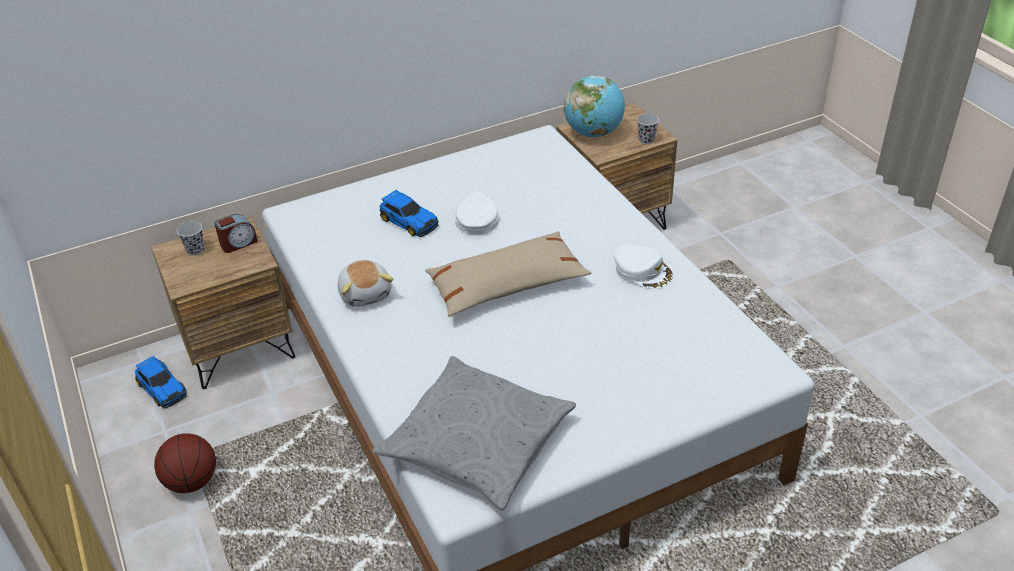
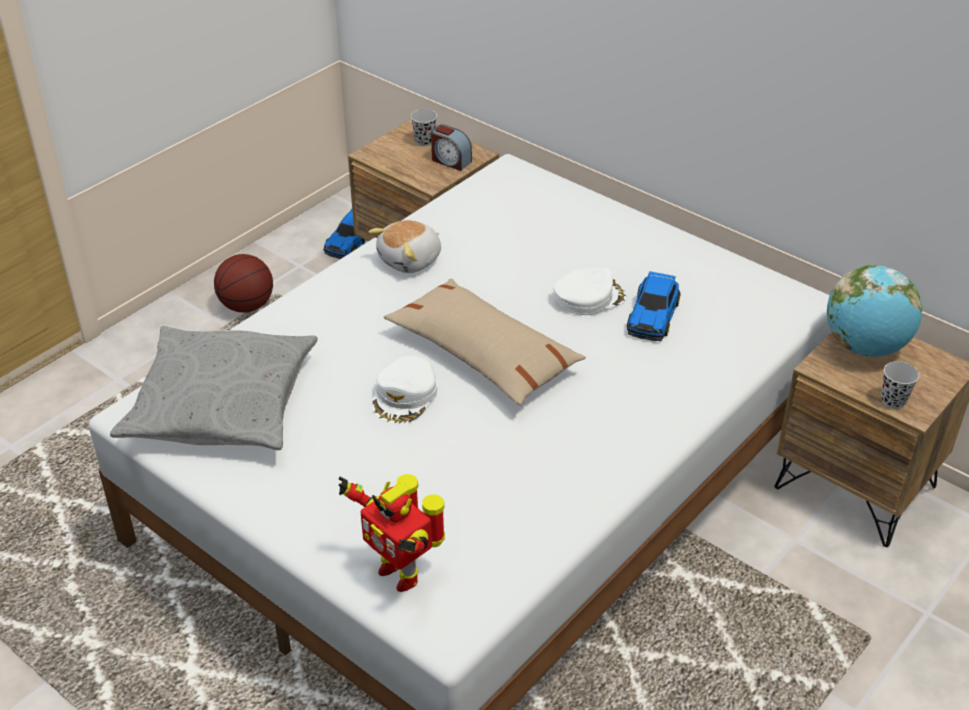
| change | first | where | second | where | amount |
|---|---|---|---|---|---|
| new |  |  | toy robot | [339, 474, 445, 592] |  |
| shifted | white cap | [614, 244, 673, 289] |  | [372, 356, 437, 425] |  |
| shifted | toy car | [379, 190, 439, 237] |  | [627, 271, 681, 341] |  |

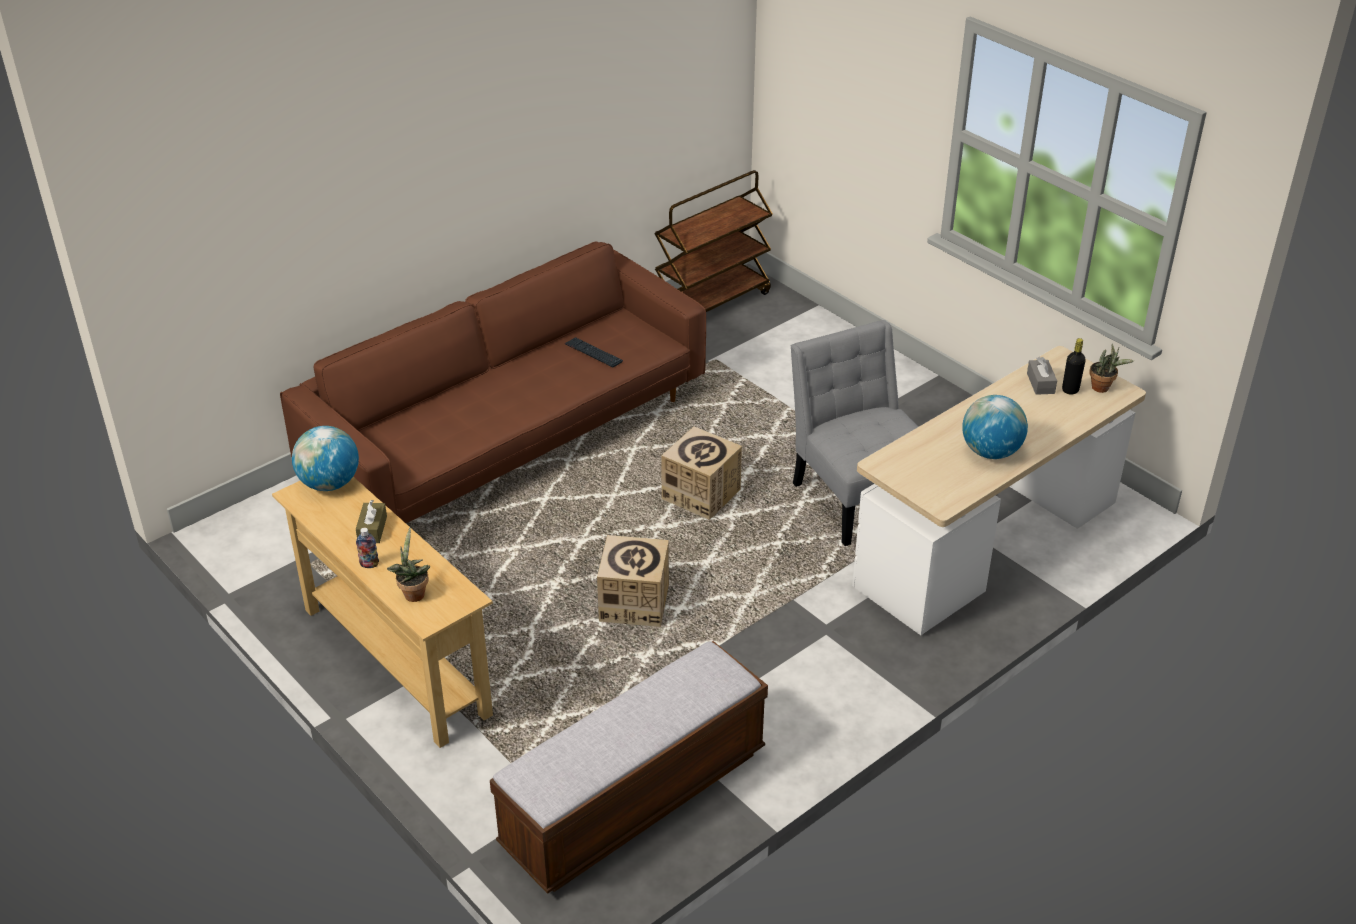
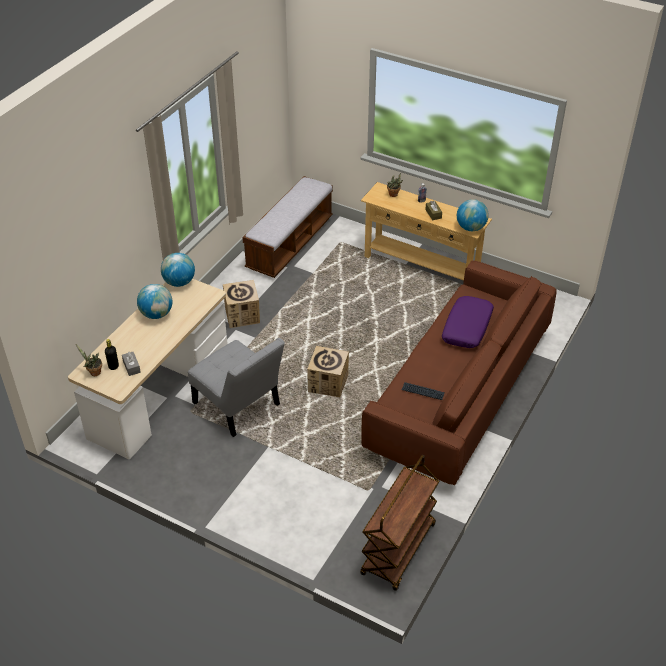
| change | first | where | second | where | amount |
|---|---|---|---|---|---|
| new |  |  | globe | [161, 253, 195, 287] |  |
| shifted | cardboard box | [597, 535, 669, 627] |  | [223, 280, 260, 328] |  |
| new |  |  | purple pillow | [442, 296, 494, 348] |  |

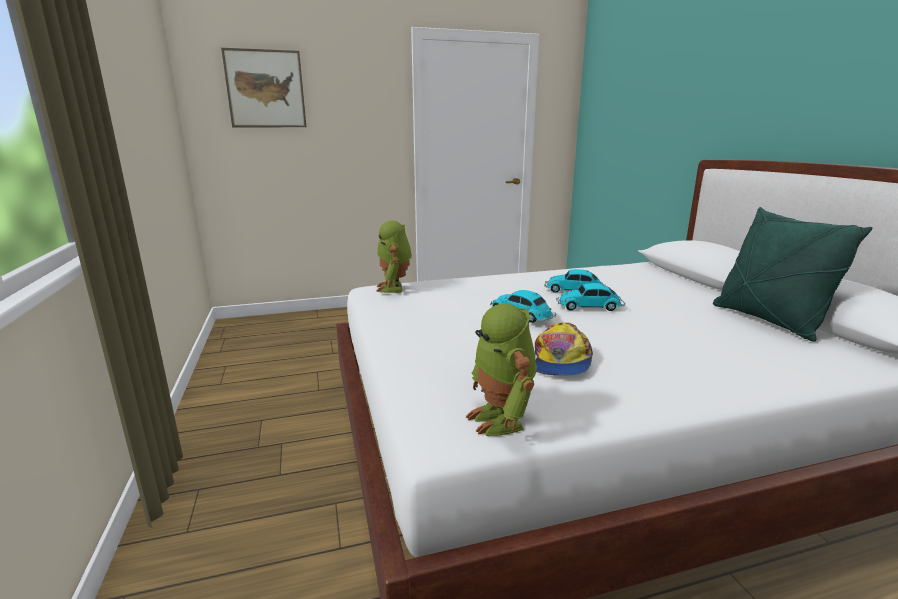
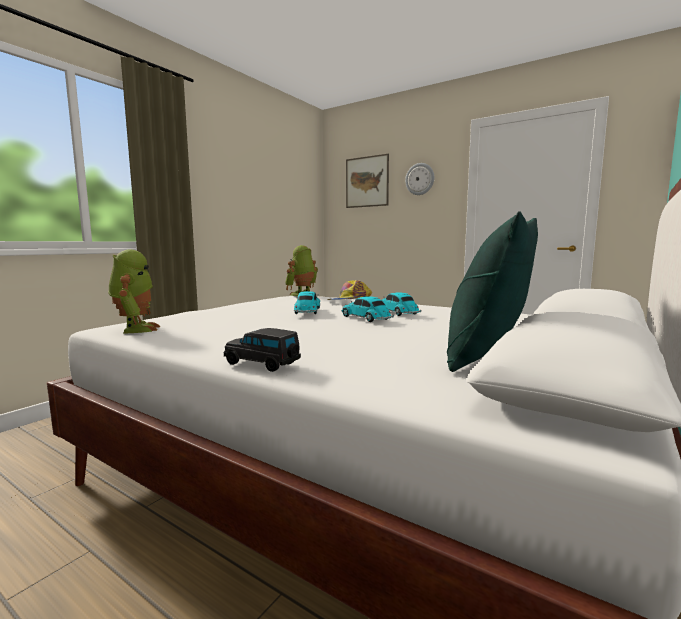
| change | first | where | second | where | amount |
|---|---|---|---|---|---|
| rotated | toy robot | [466, 304, 536, 436] |  | [108, 249, 160, 334] | 135 degrees clockwise |
| new |  |  | black toy car | [224, 328, 301, 372] |  |
| shifted | cap | [535, 322, 593, 376] |  | [327, 280, 372, 300] |  |
| new |  |  | wall clock | [405, 163, 434, 195] |  |

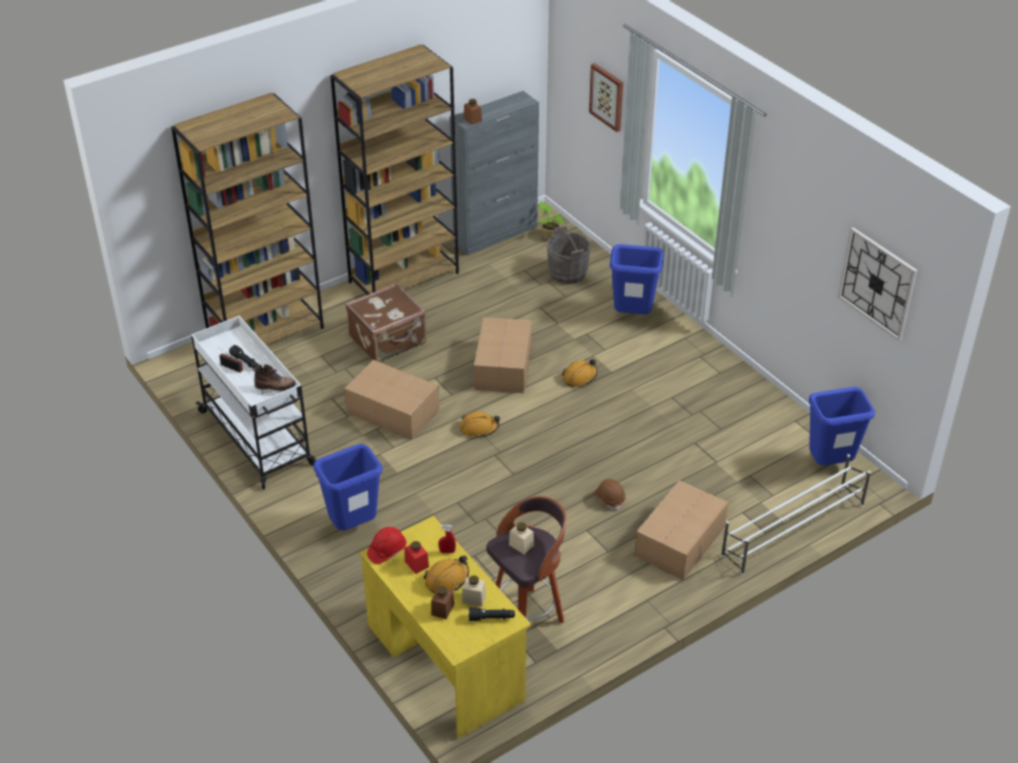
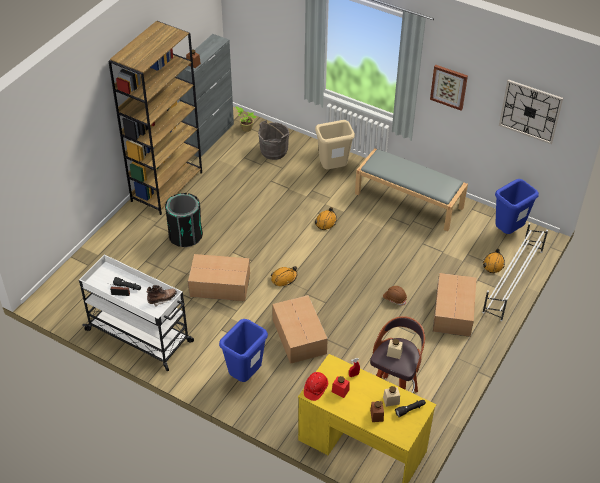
| change | first | where | second | where | amount |
|---|---|---|---|---|---|
| swapped | brown suitcase | [346, 283, 426, 362] | black trash can | [165, 193, 203, 247] |  |
| shifted | cardboard box | [474, 317, 532, 393] |  | [272, 295, 328, 364] |  |
| repainted | blue trash can | [610, 244, 663, 314] | beige trash can | [315, 120, 355, 169] |  |
| new |  |  | grey bench | [355, 148, 468, 231] |  |
| shifted | picture | [589, 63, 623, 132] |  | [430, 65, 468, 111] |  |
| shifted | orange hard hat | [423, 555, 469, 594] |  | [483, 249, 505, 273] |  |
| gone | brown bookcase | [171, 93, 324, 345] |  |  |  |

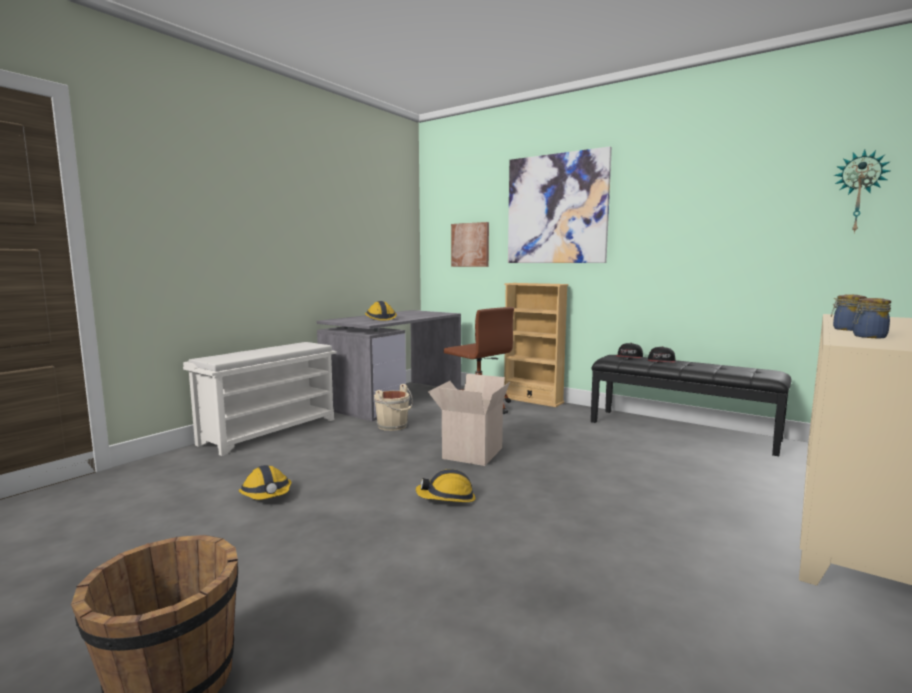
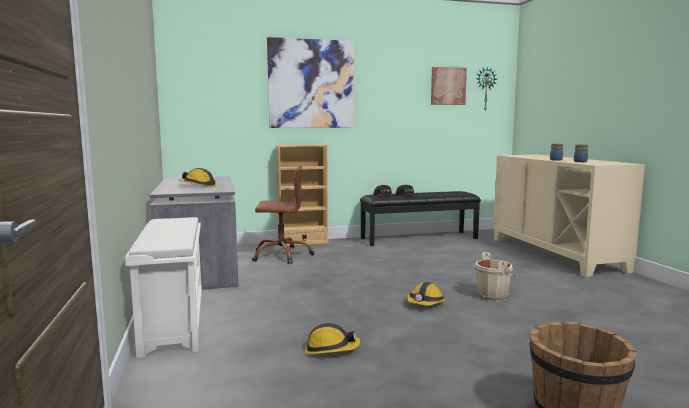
| change | first | where | second | where | amount |
|---|---|---|---|---|---|
| shifted | picture | [451, 222, 489, 267] |  | [431, 67, 467, 105] |  |
| shifted | beige bucket | [374, 384, 413, 431] |  | [474, 252, 515, 302] |  |
| gone | cardboard box | [428, 374, 510, 466] |  |  |  |

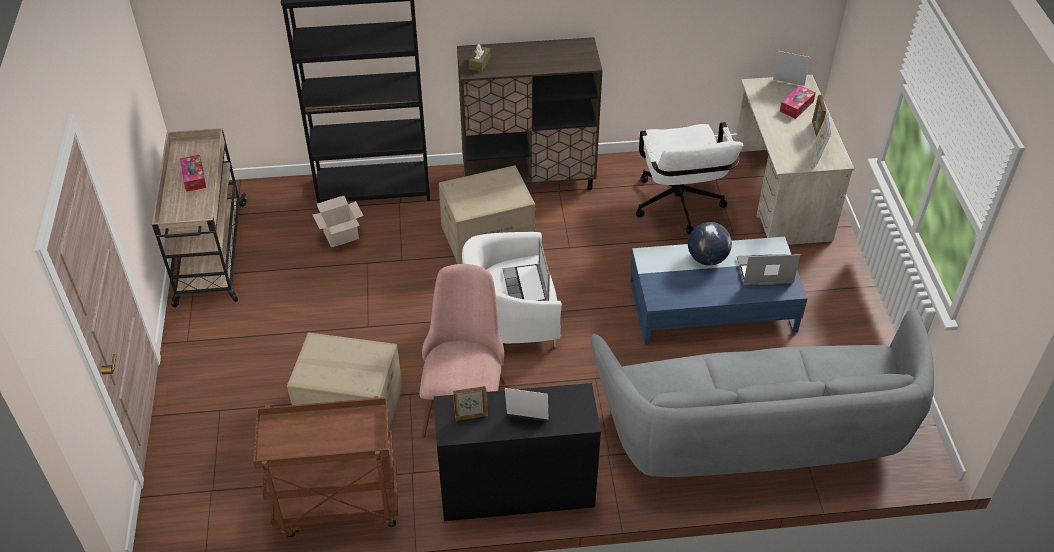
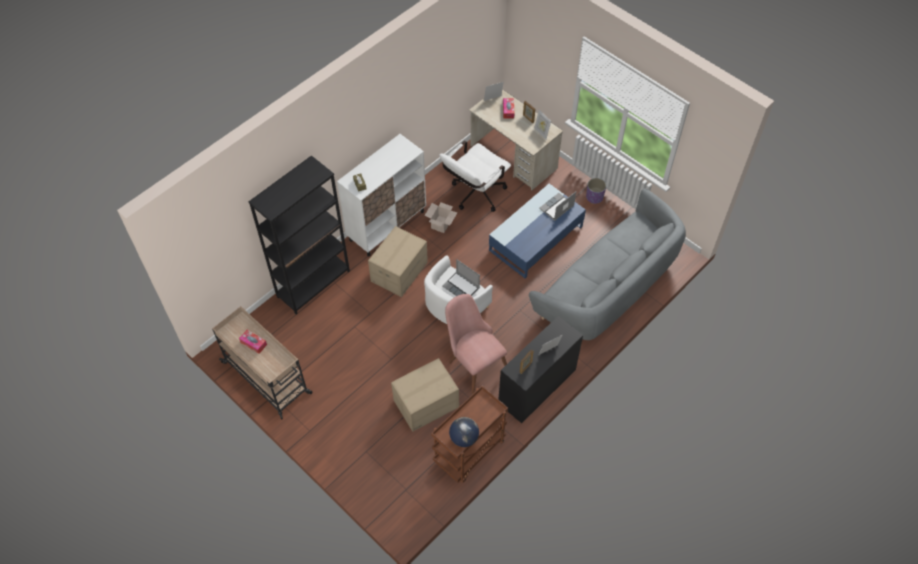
| change | first | where | second | where | amount |
|---|---|---|---|---|---|
| repainted | brown cabinet | [457, 37, 603, 190] | white cabinet | [337, 134, 426, 257] |  |
| shifted | cardboard box | [312, 196, 364, 248] |  | [424, 202, 457, 233] |  |
| rotated | white office chair | [636, 122, 743, 234] |  | [439, 141, 511, 212] | 90 degrees clockwise |
| shifted | globe | [688, 222, 732, 266] |  | [449, 417, 479, 447] |  |
| new |  |  | purple planter | [586, 178, 606, 204] |  |

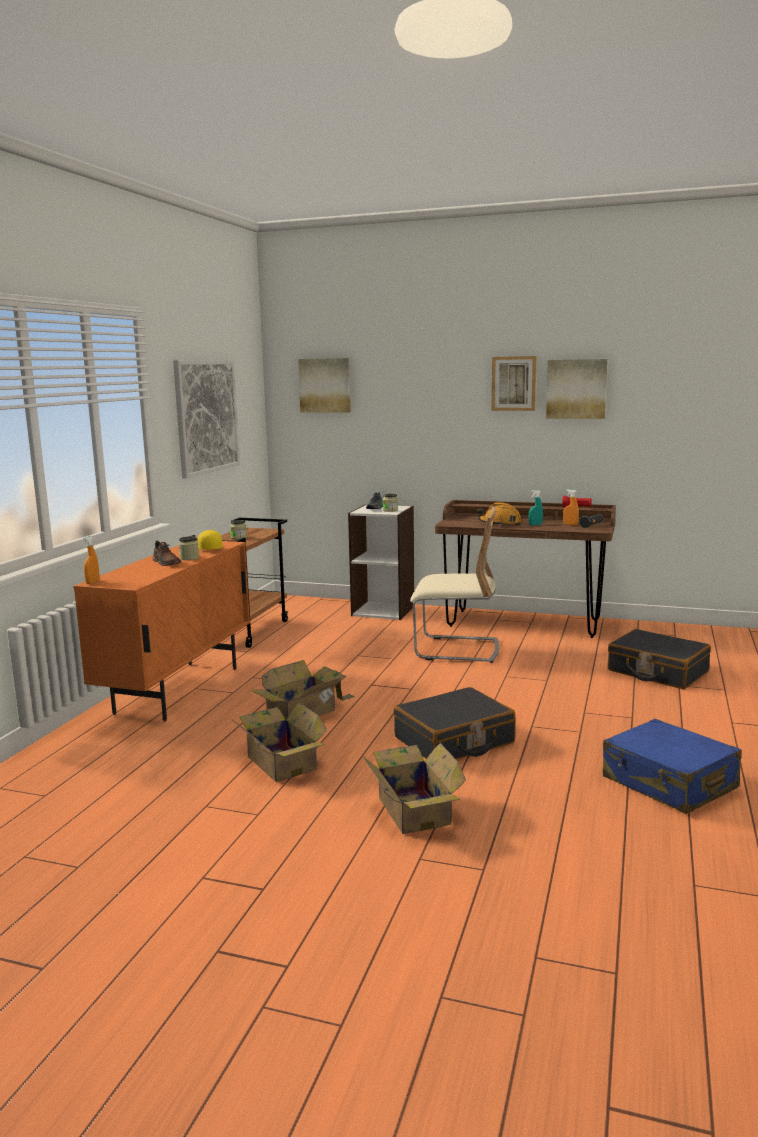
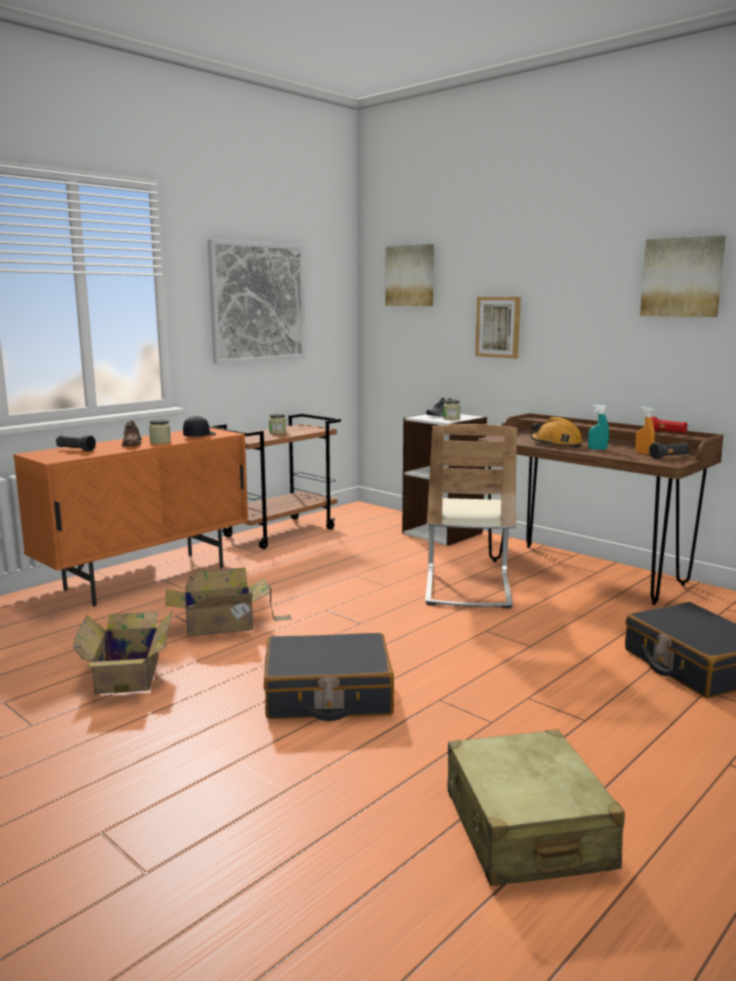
| change | first | where | second | where | amount |
|---|---|---|---|---|---|
| new |  |  | black flashlight | [56, 435, 96, 452] |  |
| repainted | yellow cap | [198, 530, 223, 550] | black cap | [183, 416, 216, 437] |  |
| rotated | beige chair | [410, 507, 499, 663] |  | [425, 424, 517, 608] | 60 degrees clockwise |
| repainted | blue suitcase | [603, 719, 742, 814] | beige suitcase | [448, 729, 625, 886] |  |
| shifted | picture | [491, 356, 537, 411] |  | [475, 297, 521, 359] |  |
| gone | orange spray bottle | [83, 536, 99, 584] |  |  |  |
| gone | cardboard box | [362, 743, 466, 834] |  |  |  |

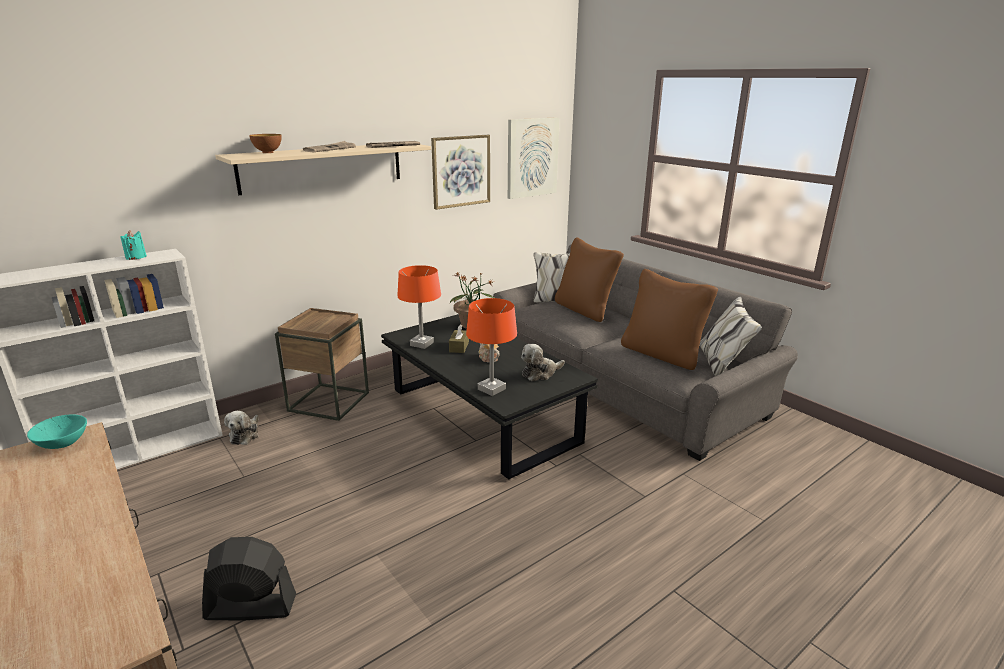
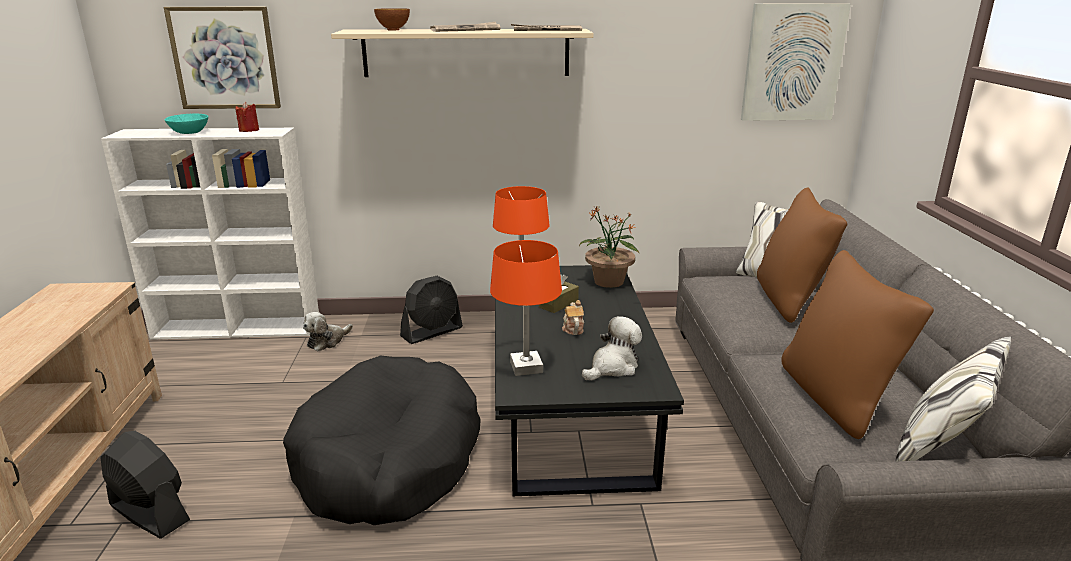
| change | first | where | second | where | amount |
|---|---|---|---|---|---|
| shifted | picture | [431, 135, 490, 210] |  | [164, 7, 281, 109] |  |
| shifted | turquoise bowl | [27, 414, 87, 449] |  | [165, 113, 208, 134] |  |
| repainted | turquoise candle | [120, 230, 147, 260] | red candle | [235, 102, 259, 132] |  |
| new |  |  | black dog bed | [283, 356, 481, 525] |  |
| swapped | brown side table | [275, 308, 369, 421] | black fan | [400, 276, 463, 344] |  |
| rotated | plush toy | [521, 344, 565, 381] |  | [582, 316, 642, 380] | 135 degrees clockwise |

